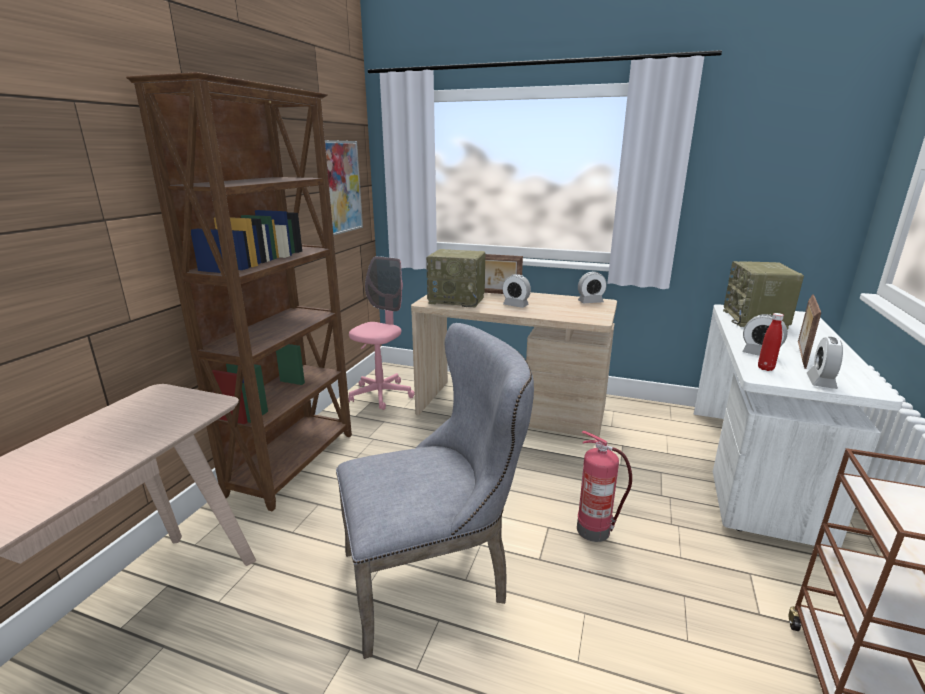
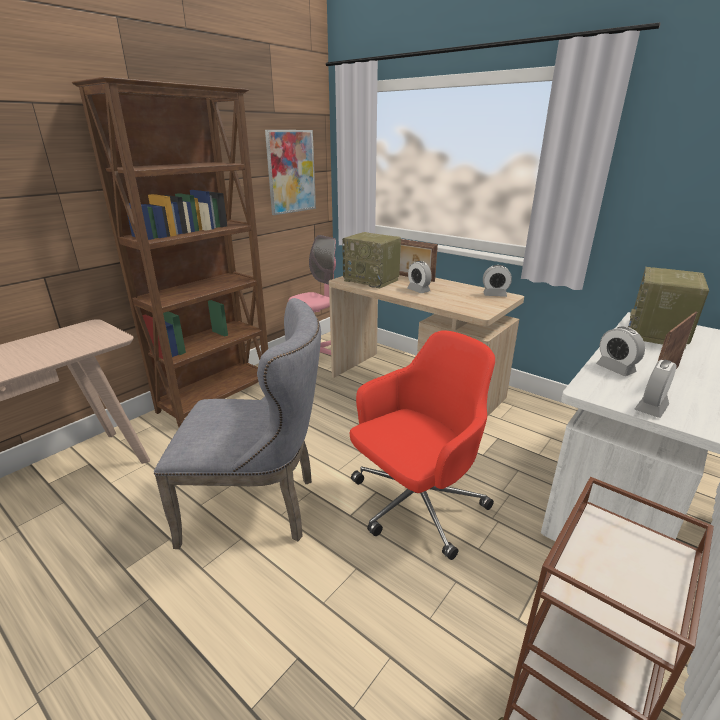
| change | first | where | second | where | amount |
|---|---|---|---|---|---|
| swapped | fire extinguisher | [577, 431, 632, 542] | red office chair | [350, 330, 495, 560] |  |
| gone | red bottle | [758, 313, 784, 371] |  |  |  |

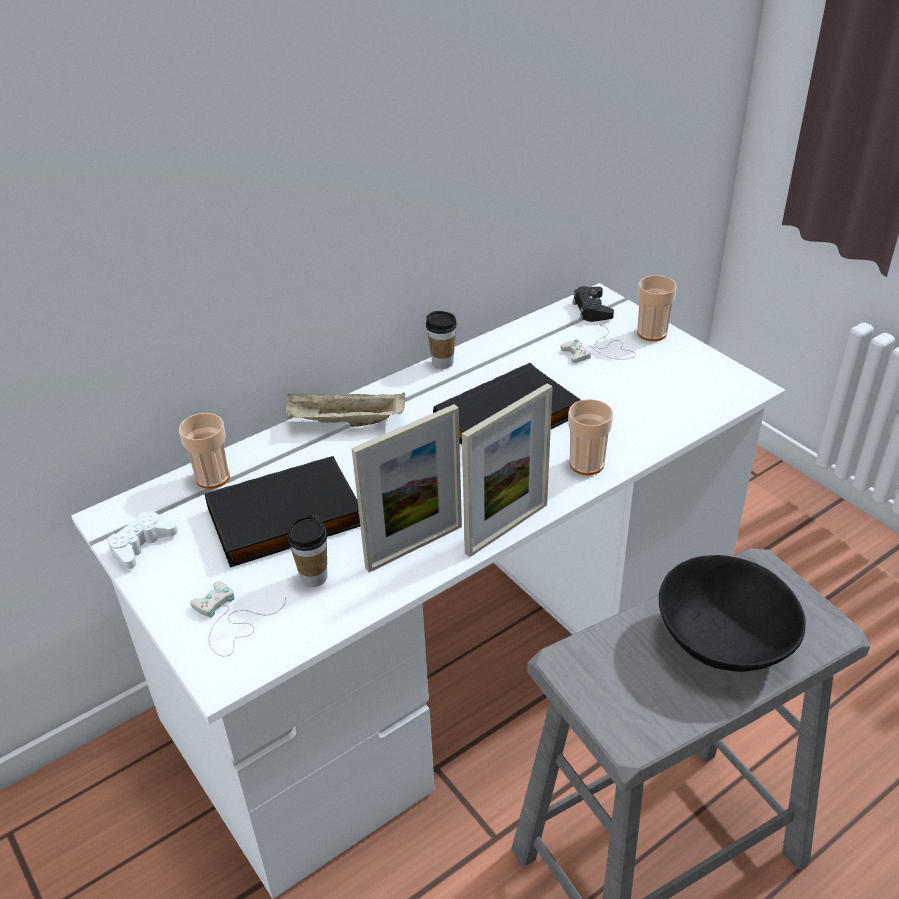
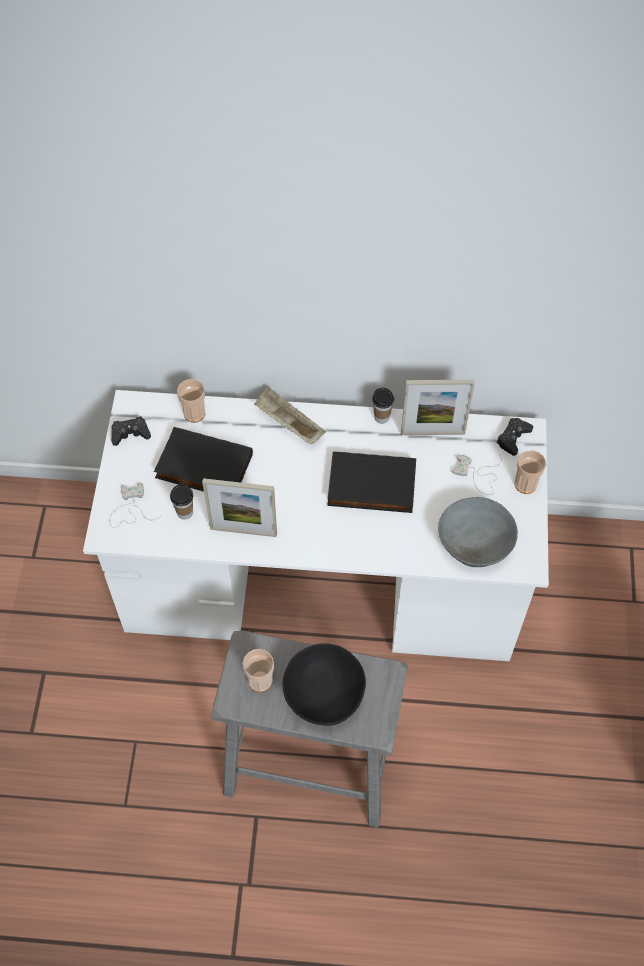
| change | first | where | second | where | amount |
|---|---|---|---|---|---|
| repainted | white game controller | [107, 511, 178, 569] | black game controller | [111, 416, 151, 446] |  |
| shifted | cup | [568, 399, 613, 475] |  | [243, 649, 274, 692] |  |
| shifted | picture frame | [462, 383, 553, 557] |  | [401, 380, 475, 435] |  |
| new |  |  | grey bowl | [438, 497, 518, 567] |  |

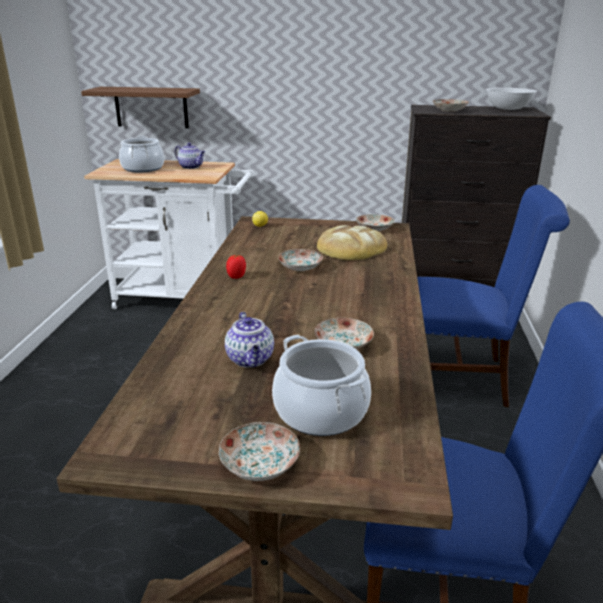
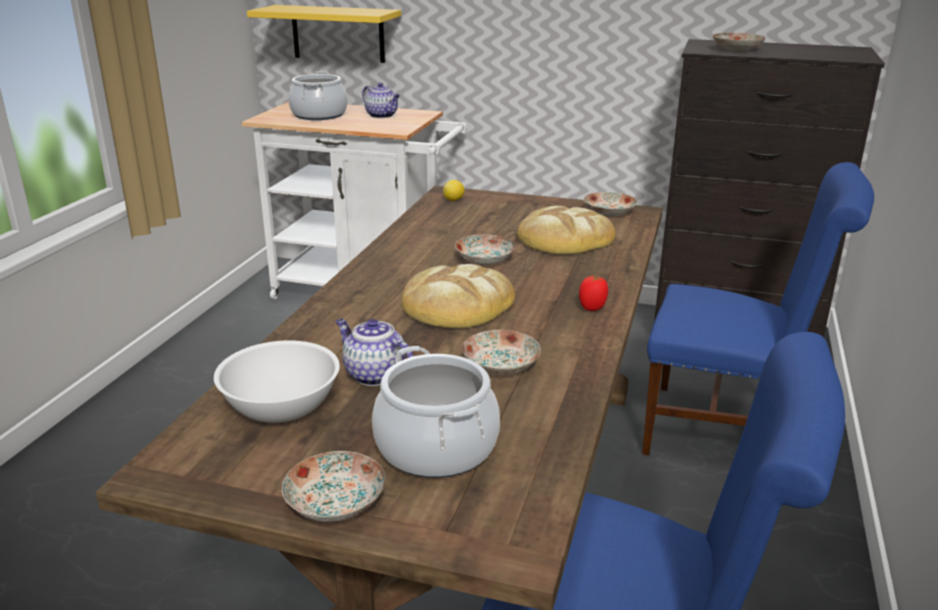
| change | first | where | second | where | amount |
|---|---|---|---|---|---|
| shifted | white bowl | [486, 88, 537, 110] |  | [214, 340, 340, 423] |  |
| repainted | brown shelf | [81, 87, 200, 128] | yellow shelf | [247, 5, 401, 63] |  |
| rotated | teapot | [225, 312, 274, 368] |  | [336, 319, 413, 386] | 135 degrees clockwise |
| new |  |  | bread | [401, 264, 515, 328] |  |
| shifted | tomato | [226, 255, 246, 279] |  | [579, 275, 608, 311] |  |

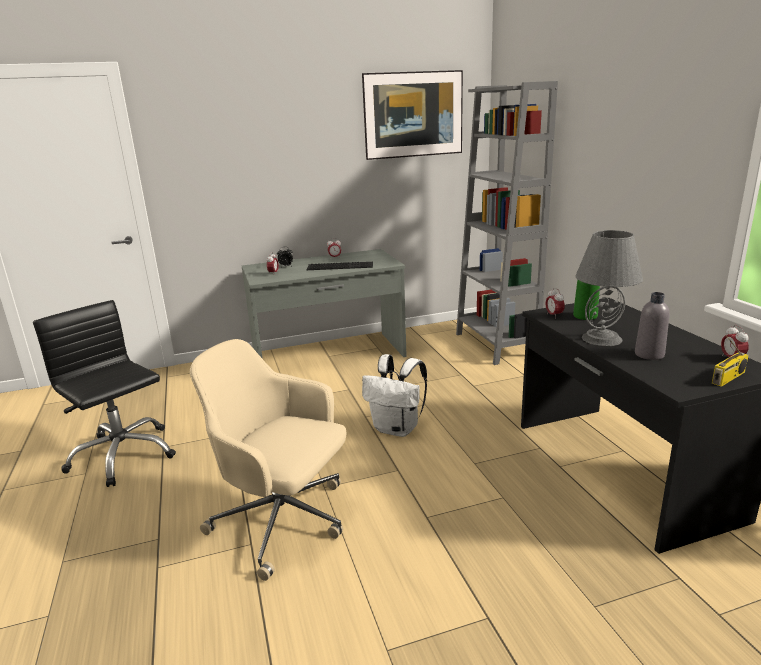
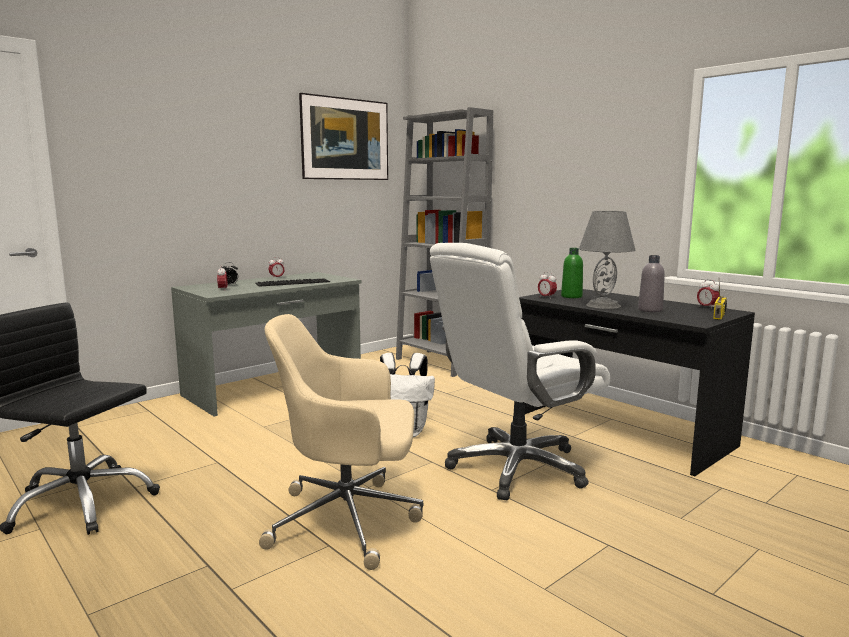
| change | first | where | second | where | amount |
|---|---|---|---|---|---|
| new |  |  | white office chair | [430, 243, 610, 500] |  |

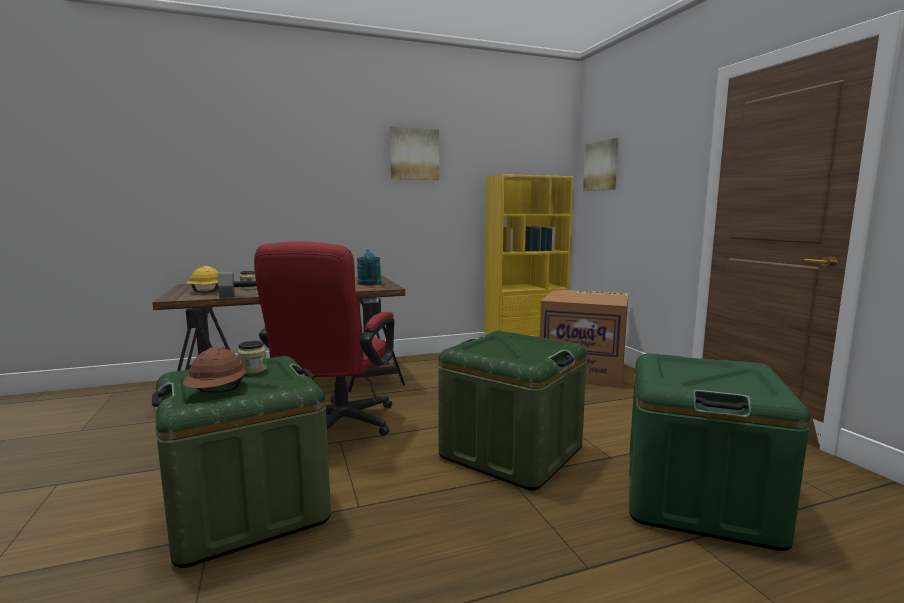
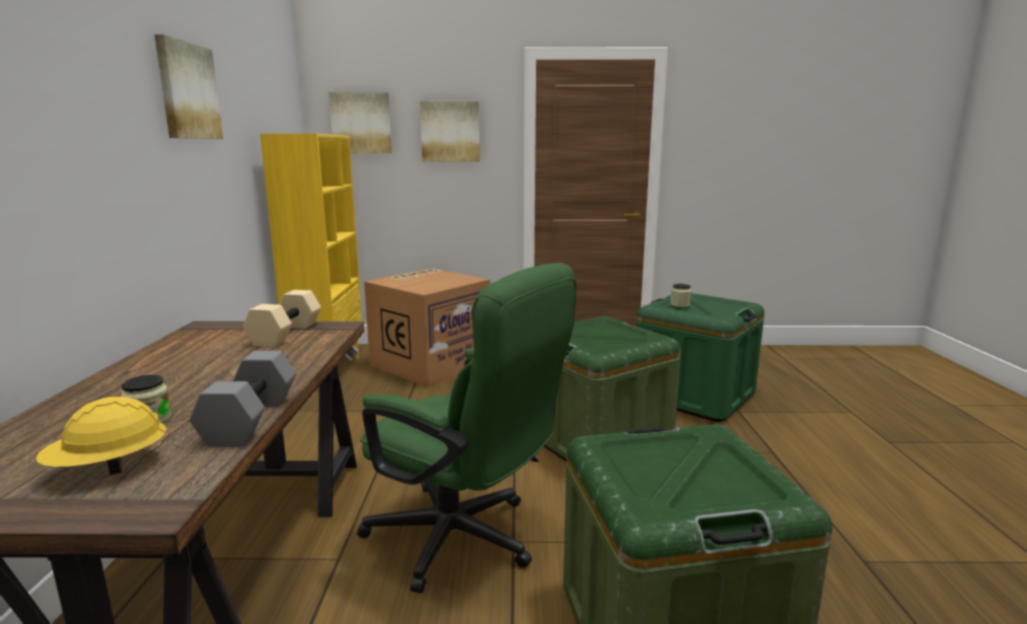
| change | first | where | second | where | amount |
|---|---|---|---|---|---|
| swapped | turquoise watering can | [357, 250, 381, 286] | beige dumbbell | [243, 290, 321, 347] |  |
| repainted | red office chair | [254, 241, 395, 436] | green office chair | [357, 263, 576, 593] |  |
| new |  |  | picture | [420, 101, 480, 162] |  |
| shifted | jar | [237, 341, 267, 374] |  | [670, 283, 691, 307] |  |
| gone | brown hard hat | [183, 347, 245, 393] |  |  |  |

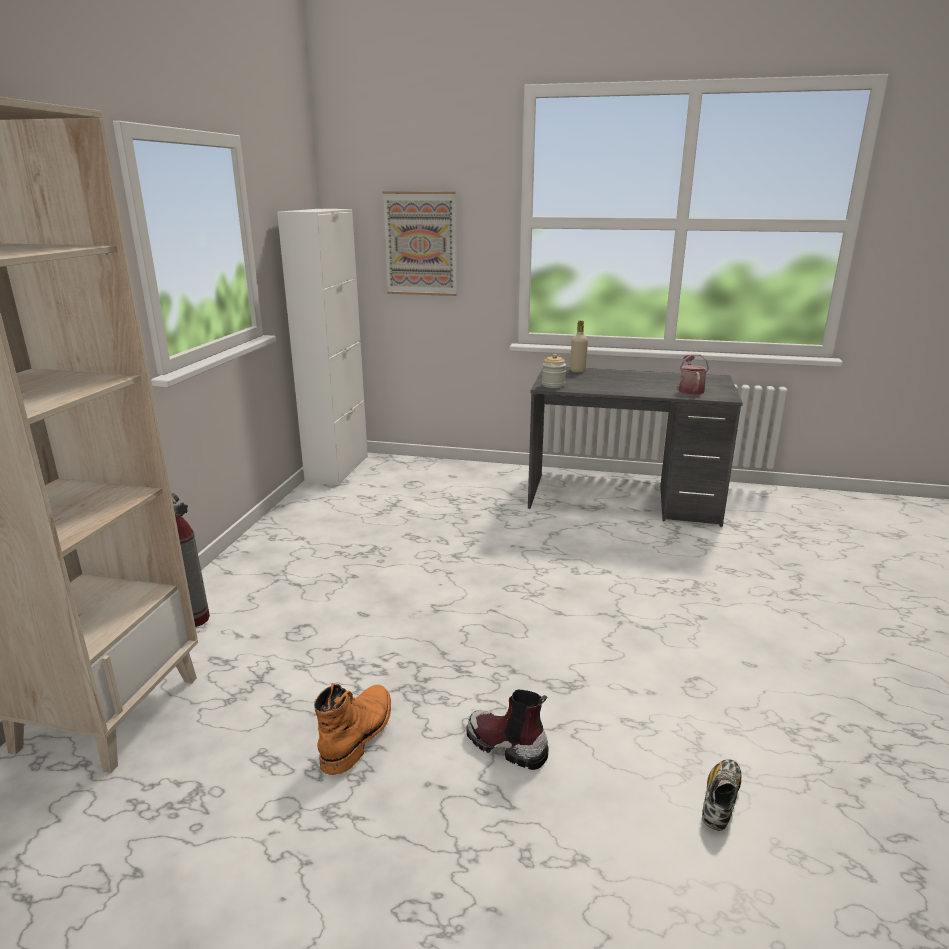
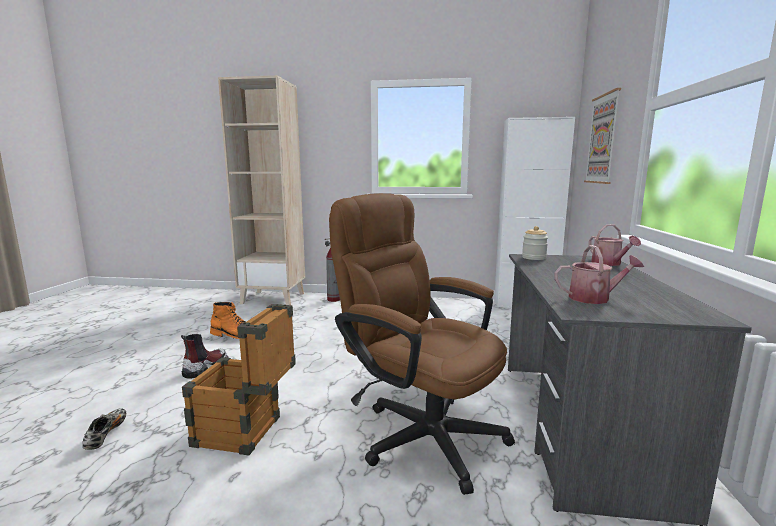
| change | first | where | second | where | amount |
|---|---|---|---|---|---|
| rotated | shoe | [702, 759, 742, 831] |  | [82, 408, 126, 450] | 120 degrees counterclockwise |
| new |  |  | crate | [182, 304, 296, 455] |  |
| new |  |  | brown office chair | [329, 193, 515, 495] |  |
| swapped | beige bottle | [570, 320, 588, 372] | watering can | [589, 225, 641, 266] |  |

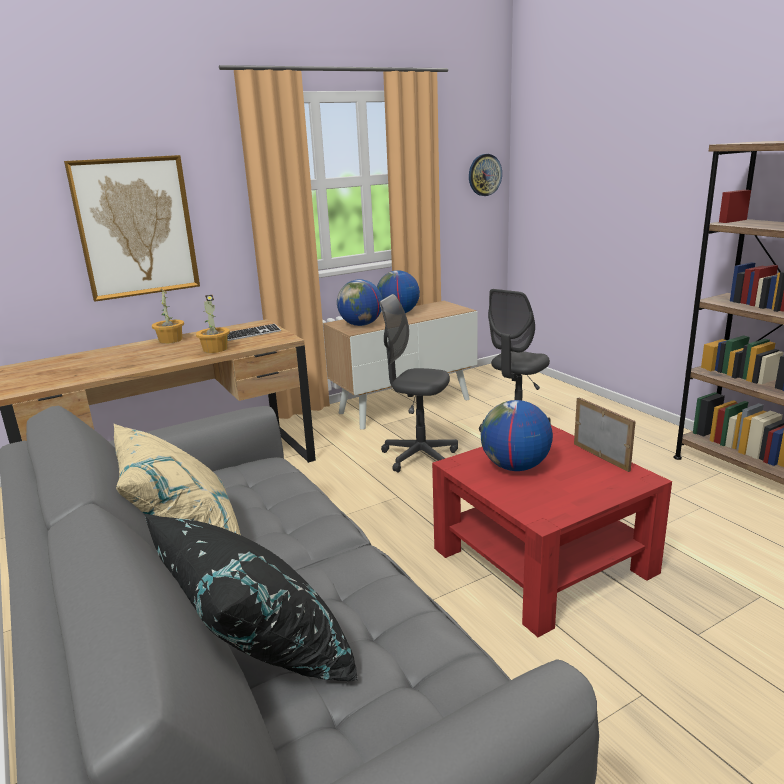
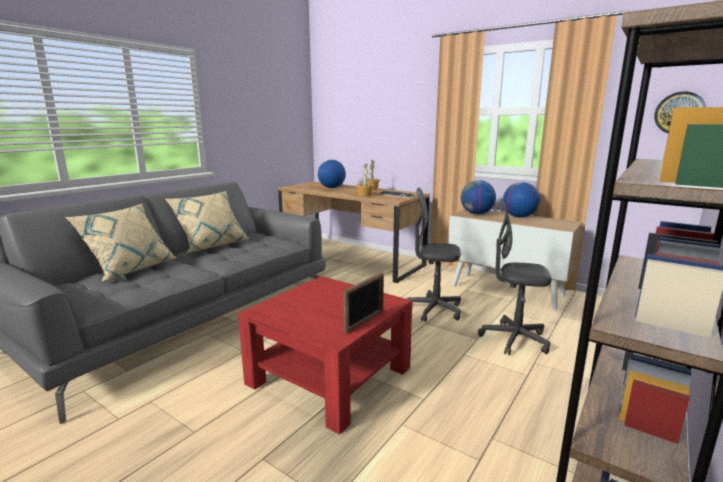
| change | first | where | second | where | amount |
|---|---|---|---|---|---|
| repainted | black pillow | [143, 513, 358, 681] | beige pillow | [65, 204, 177, 282] |  |
| shifted | globe | [481, 400, 553, 471] |  | [318, 160, 346, 188] |  |
| rotated | grey office chair | [379, 294, 458, 473] |  | [407, 187, 461, 322] | 75 degrees counterclockwise |
| gone | picture | [64, 155, 200, 302] |  |  |  |

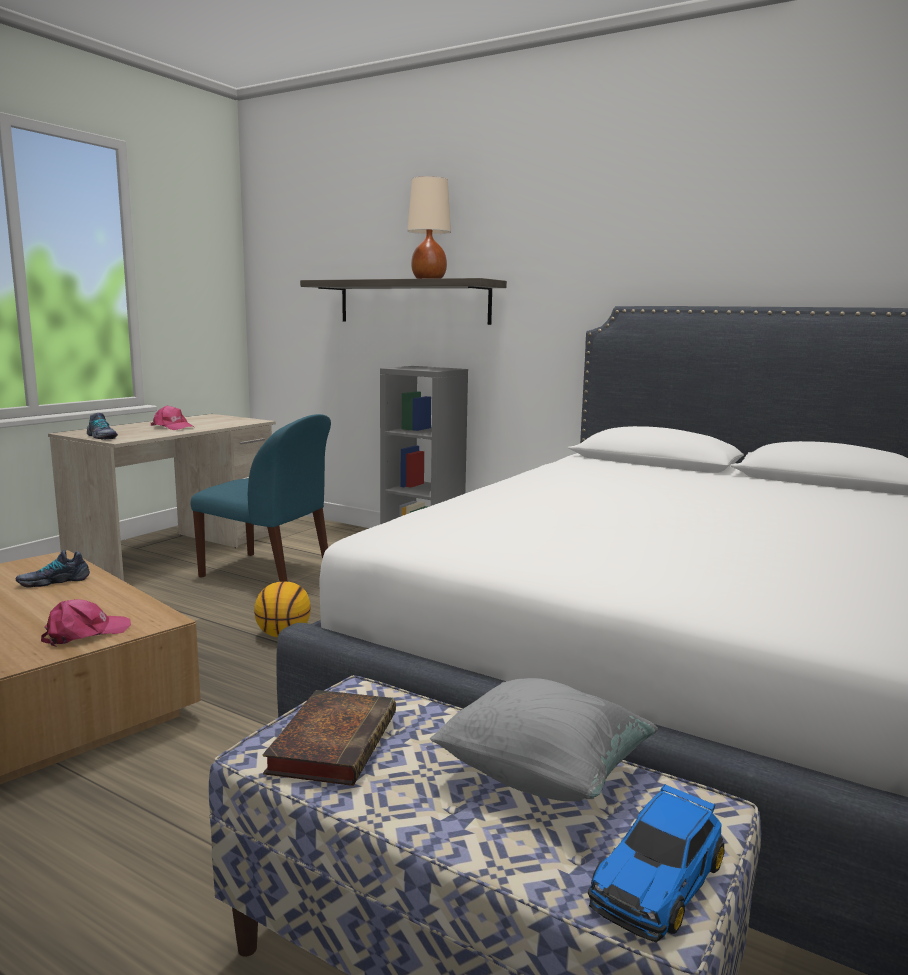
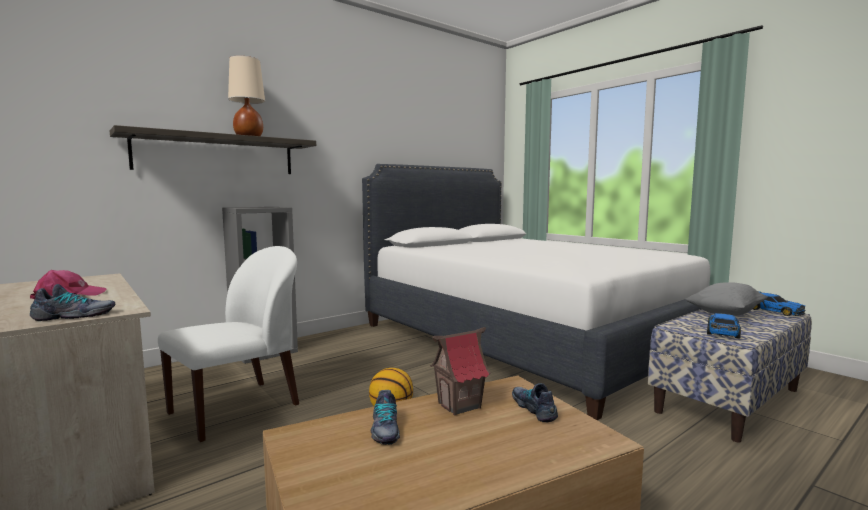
| change | first | where | second | where | amount |
|---|---|---|---|---|---|
| repainted | blue chair | [190, 414, 331, 582] | white chair | [158, 246, 299, 442] |  |
| new |  |  | toy house | [430, 327, 491, 416] |  |
| swapped | pink cap | [41, 599, 131, 646] | shoe | [512, 383, 558, 423] |  |
| swapped | book | [262, 690, 396, 786] | toy car | [707, 313, 741, 339] |  |

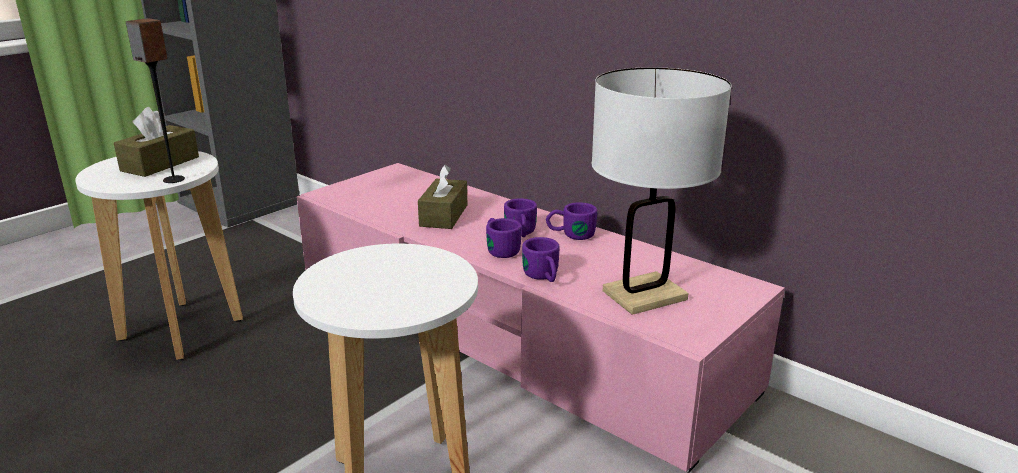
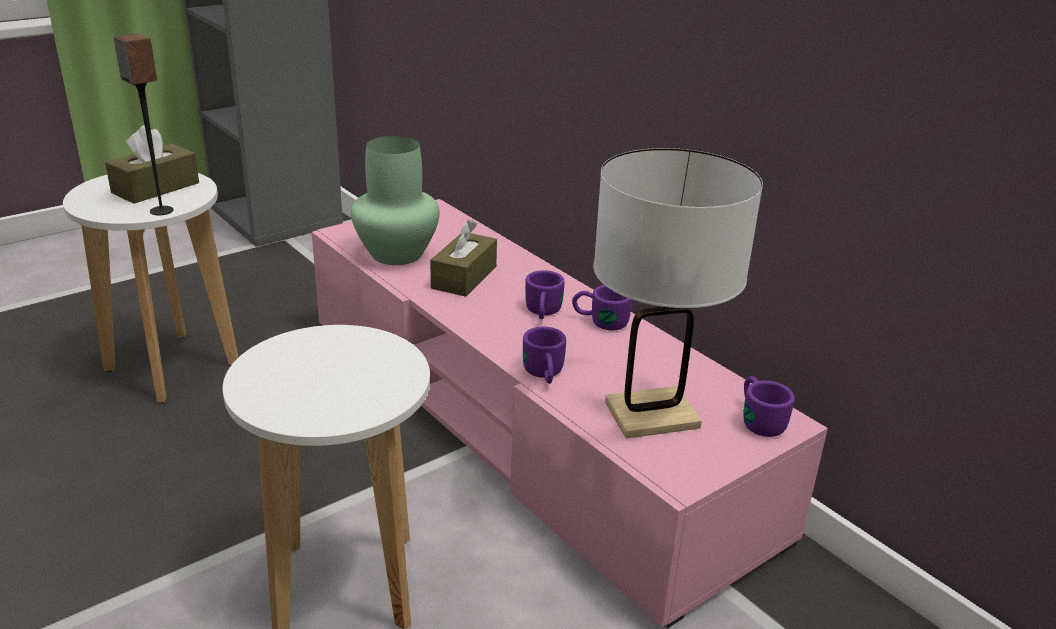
| change | first | where | second | where | amount |
|---|---|---|---|---|---|
| new |  |  | green vase | [351, 136, 440, 265] |  |
| shifted | purple mug | [486, 218, 522, 258] |  | [744, 376, 795, 437] |  |

